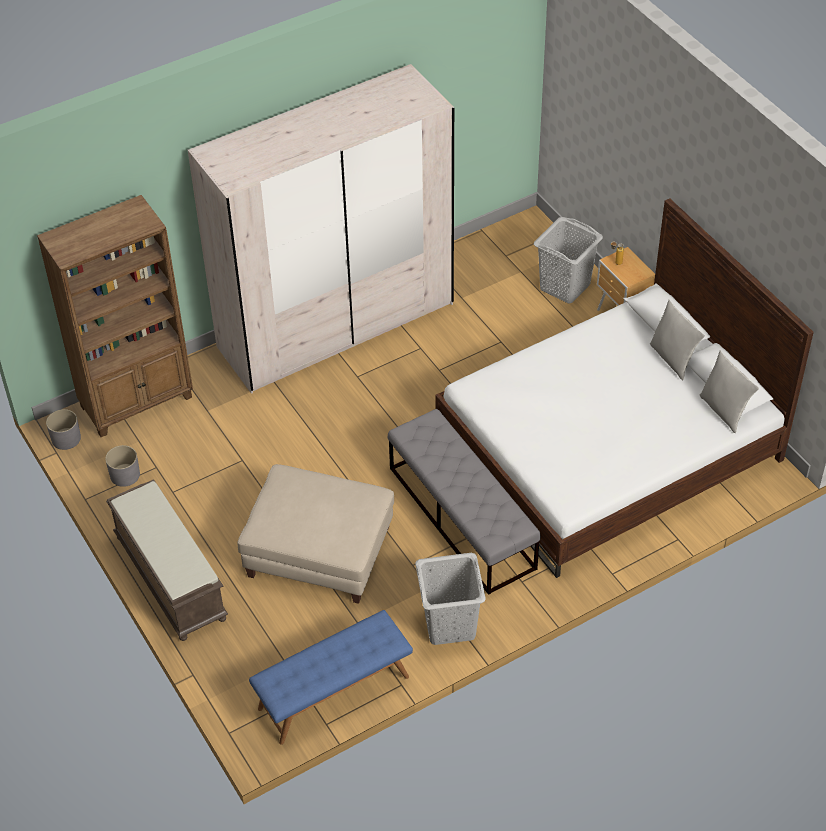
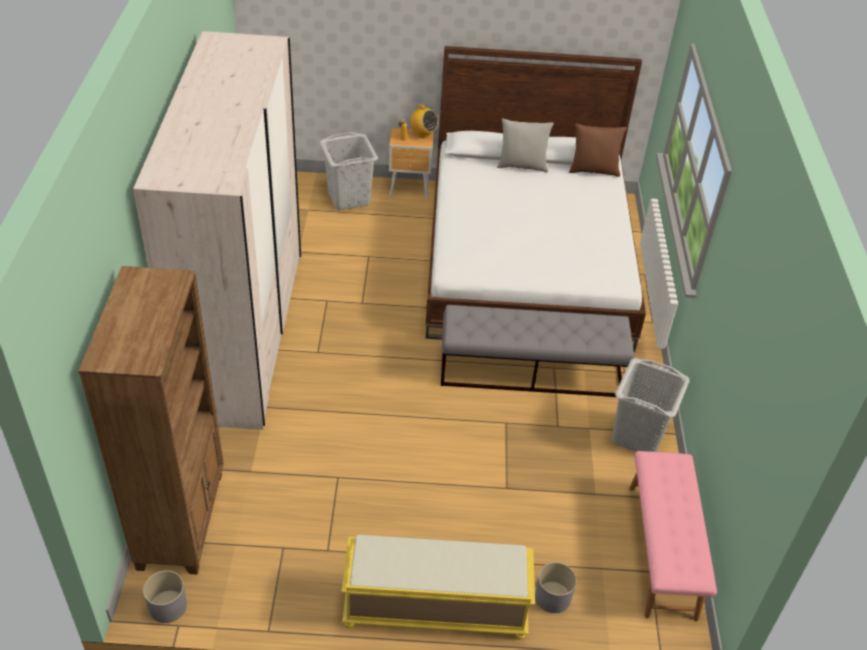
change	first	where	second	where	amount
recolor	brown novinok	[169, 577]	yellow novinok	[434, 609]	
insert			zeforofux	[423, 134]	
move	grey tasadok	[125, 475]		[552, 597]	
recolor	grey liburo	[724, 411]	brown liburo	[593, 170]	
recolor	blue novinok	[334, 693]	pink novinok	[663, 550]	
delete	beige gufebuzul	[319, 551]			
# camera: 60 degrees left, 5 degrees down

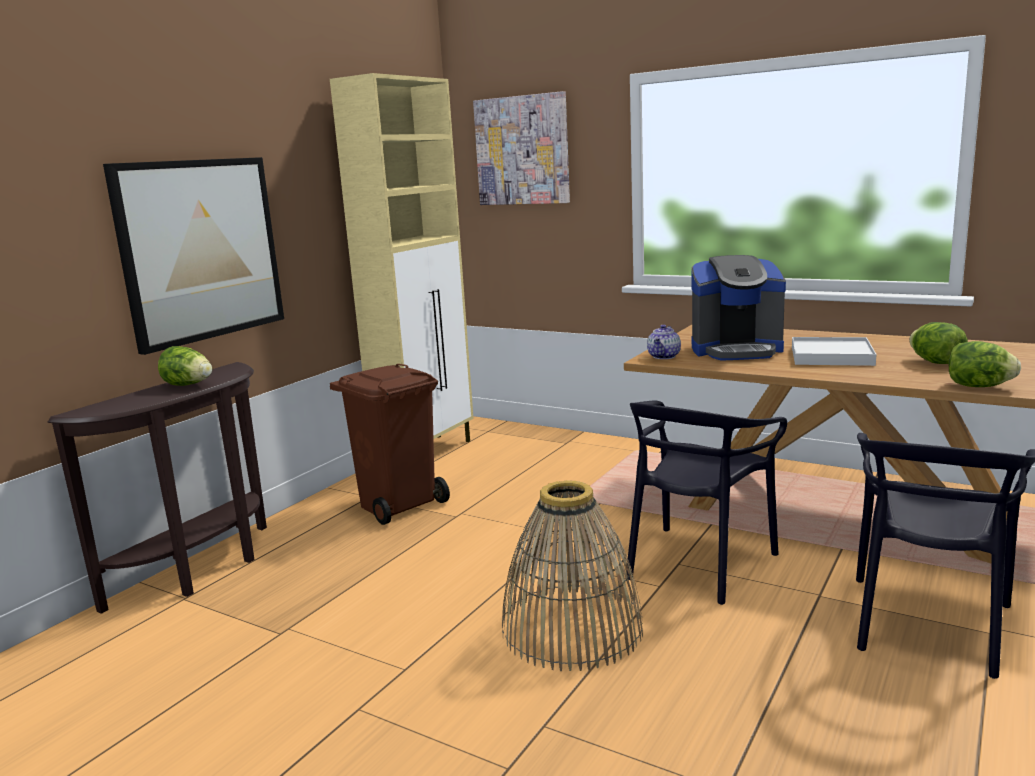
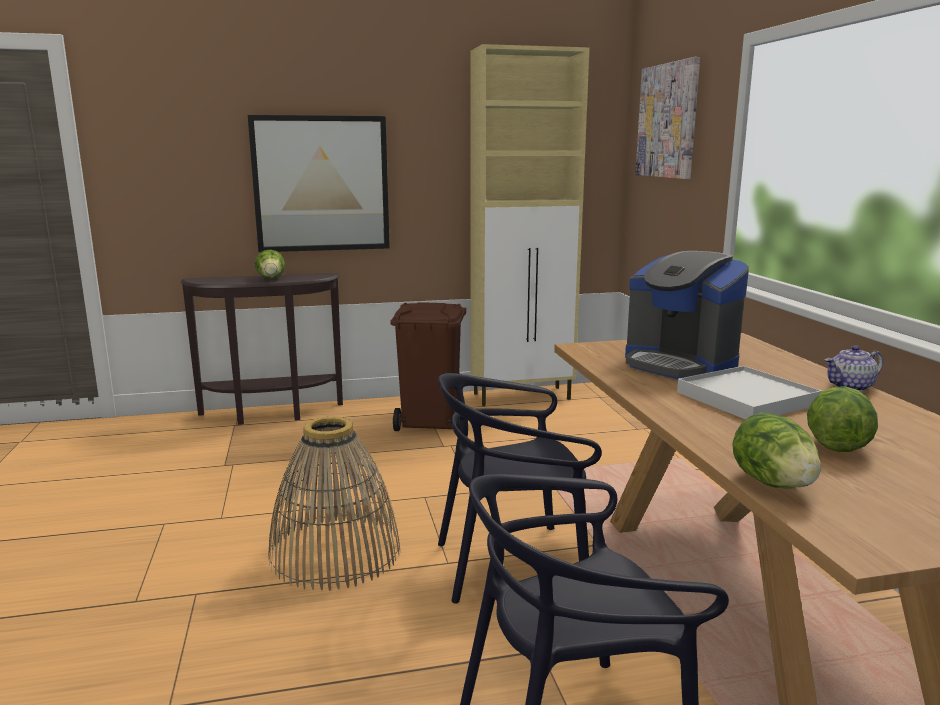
change	first	where	second	where	amount
move	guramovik	[664, 356]		[850, 387]	
# camera: 45 degrees right, 0 degrees up

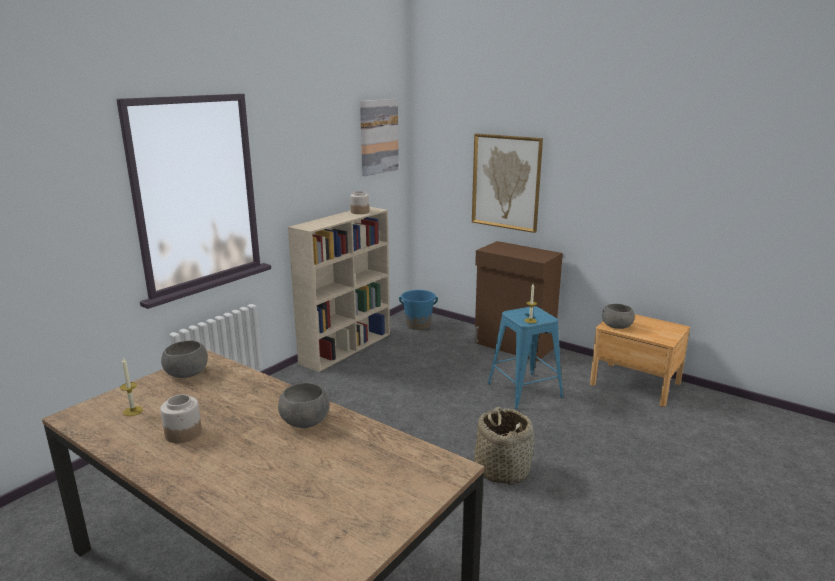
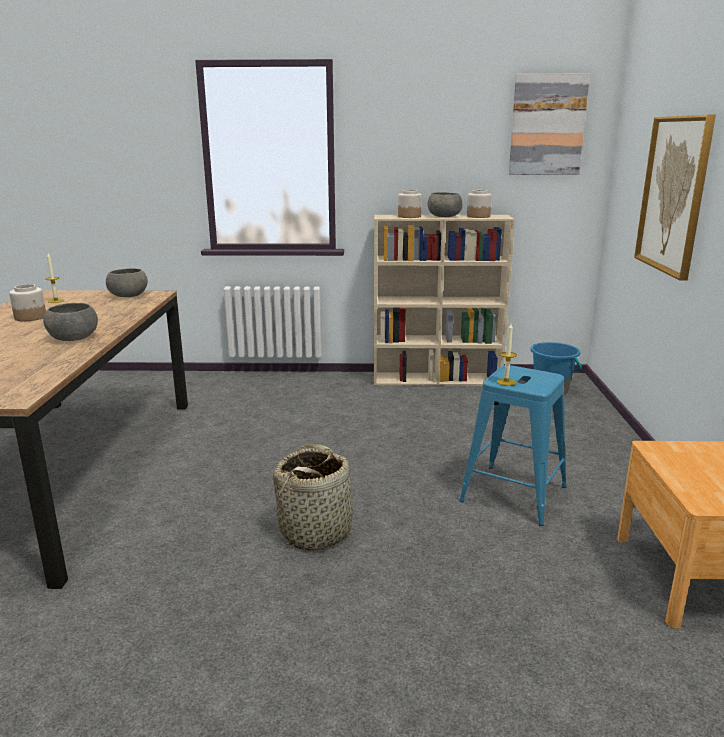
change	first	where	second	where	amount
insert			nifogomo	[409, 216]	
move	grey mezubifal	[617, 326]		[444, 216]	
delete	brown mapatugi	[514, 346]			
# camera: 55 degrees right, 0 degrees up

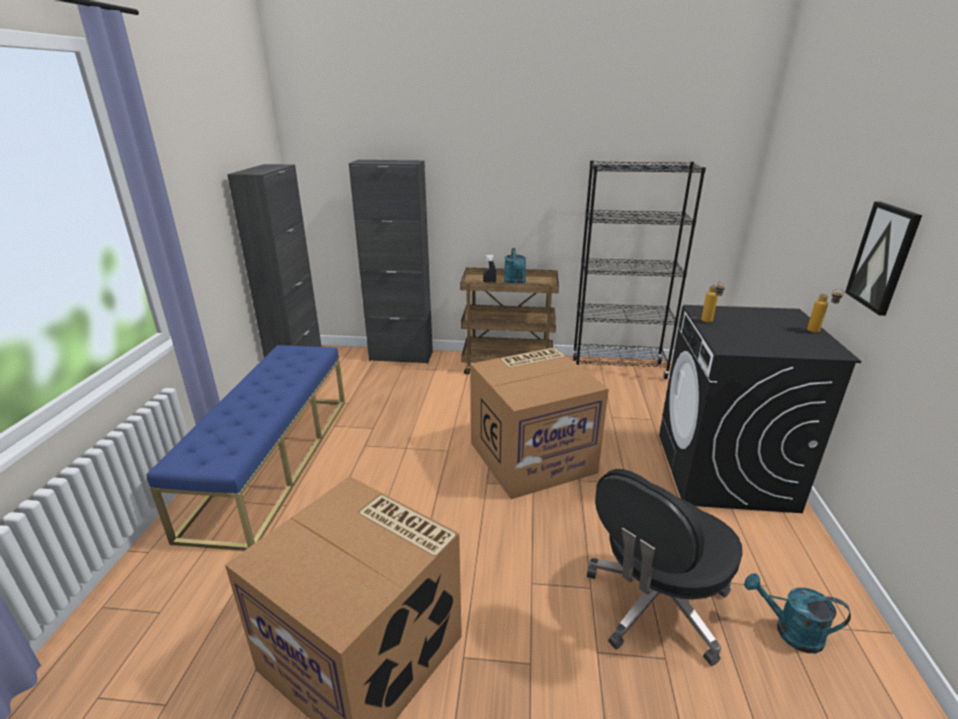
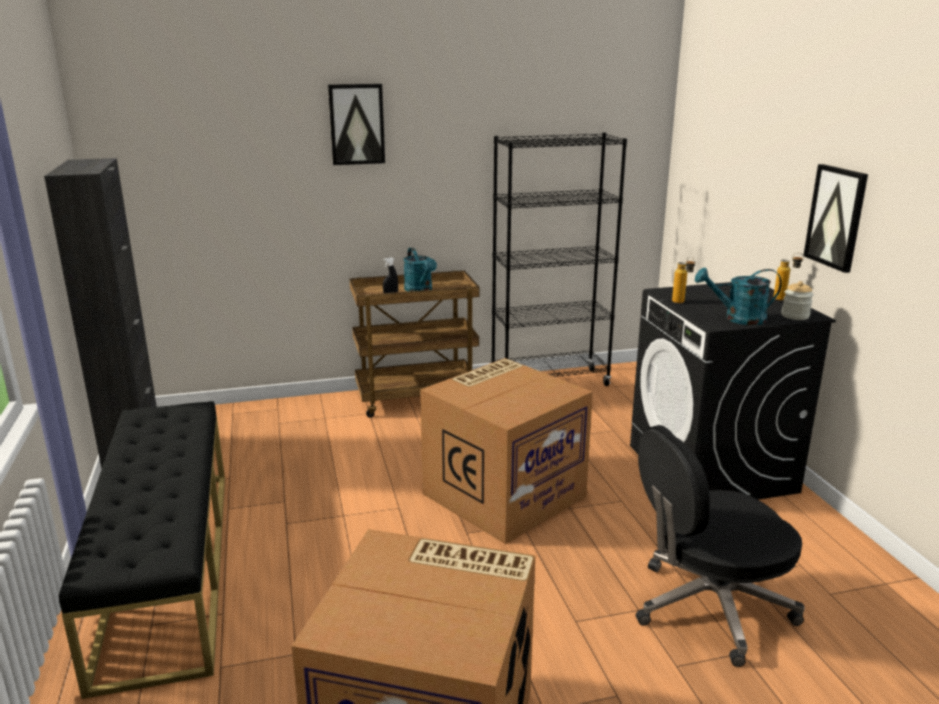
change	first	where	second	where	amount
recolor	blue novinok	[273, 460]	black novinok	[167, 566]	
insert			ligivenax	[356, 124]	
rotate	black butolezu	[655, 604]		[708, 608]	45 degrees clockwise
move	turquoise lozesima	[790, 631]		[737, 319]	
insert			nifogomo	[795, 316]	
delete	black mapatugi	[401, 356]			
# camera: 20 degrees left, 5 degrees down

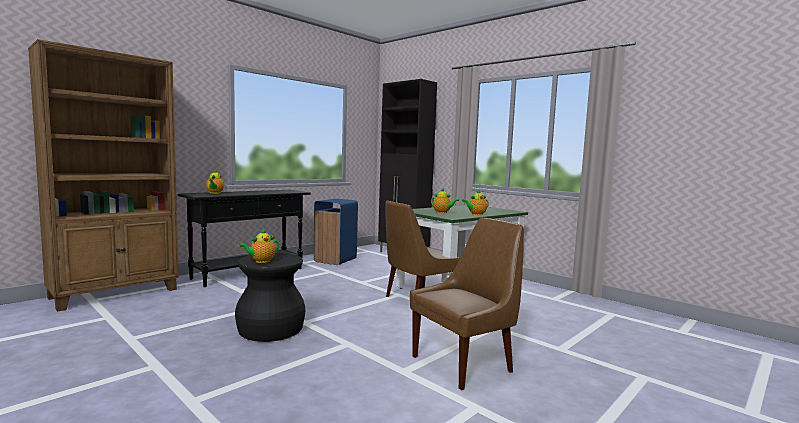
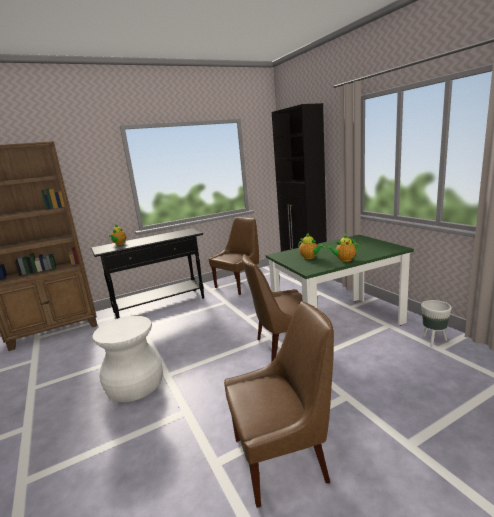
change	first	where	second	where	amount
recolor	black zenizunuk	[270, 330]	white zenizunuk	[134, 385]	
replace	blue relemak	[336, 260]	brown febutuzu	[239, 285]	
insert			white tasadok	[433, 341]	
delete	guramovik	[261, 261]			
# camera: 20 degrees right, 10 degrees up

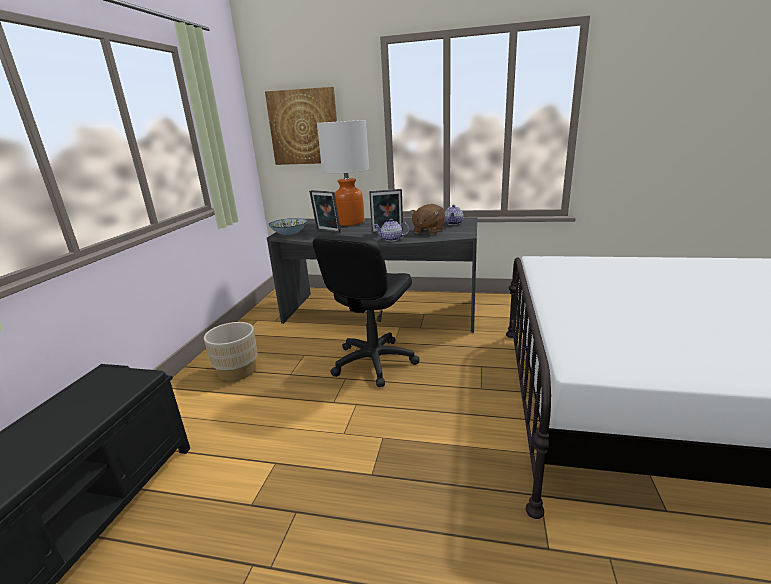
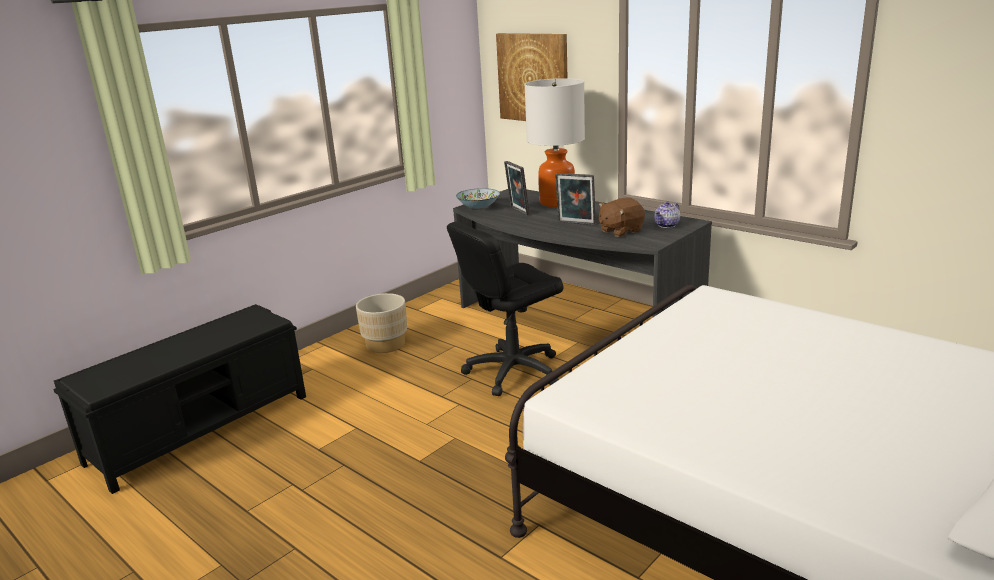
change	first	where	second	where	amount
delete	guramovik	[392, 239]			
# camera: 30 degrees right, 0 degrees up

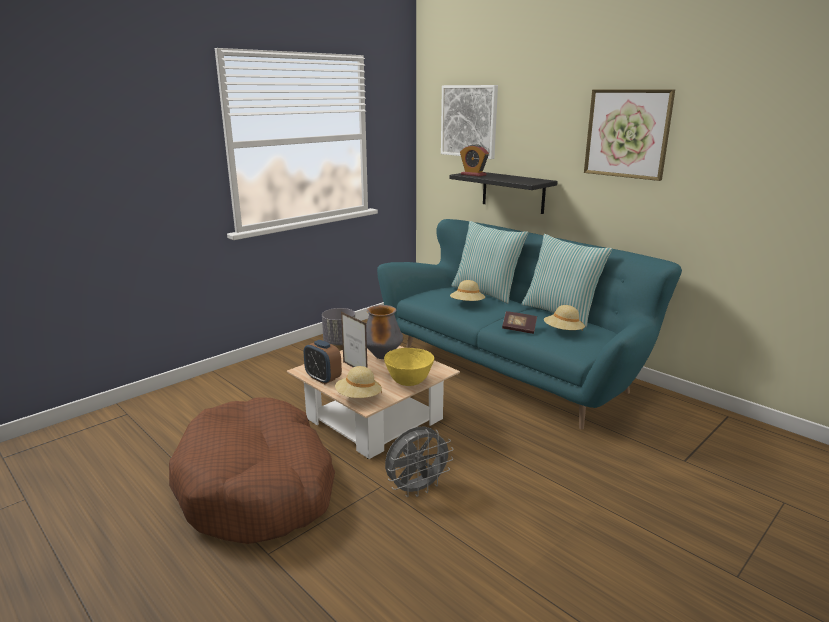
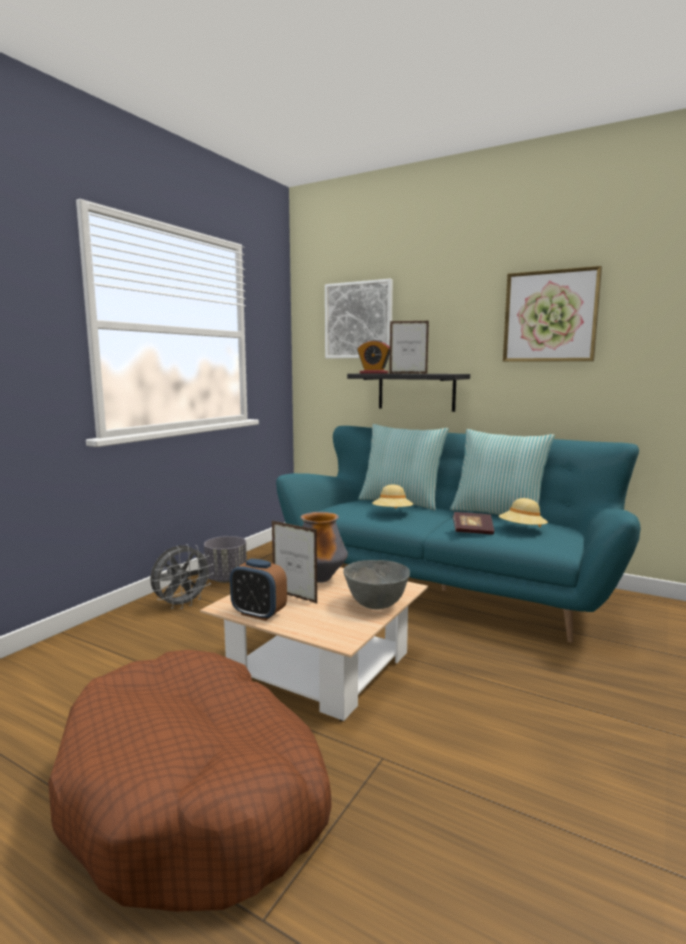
change	first	where	second	where	amount
move	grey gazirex	[417, 489]		[182, 604]	
recolor	yellow mezubifal	[409, 382]	grey mezubifal	[376, 605]	
insert			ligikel	[408, 373]	
delete	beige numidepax	[358, 397]			
# camera: 15 degrees left, 10 degrees down

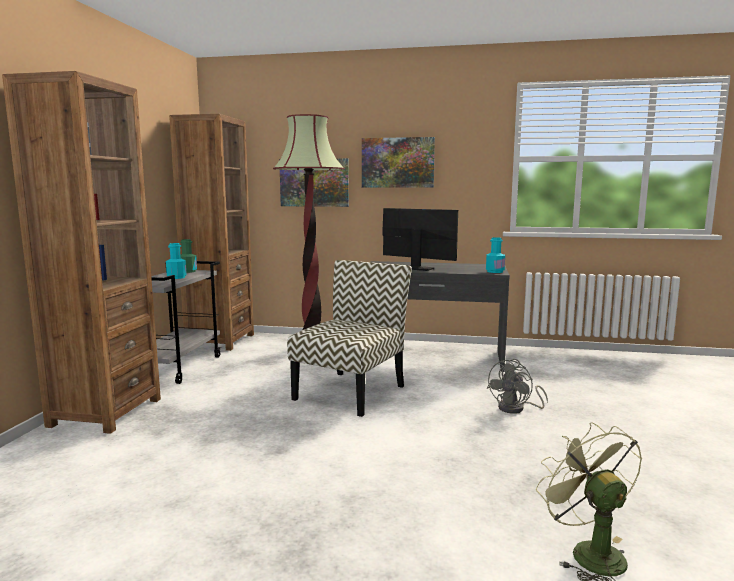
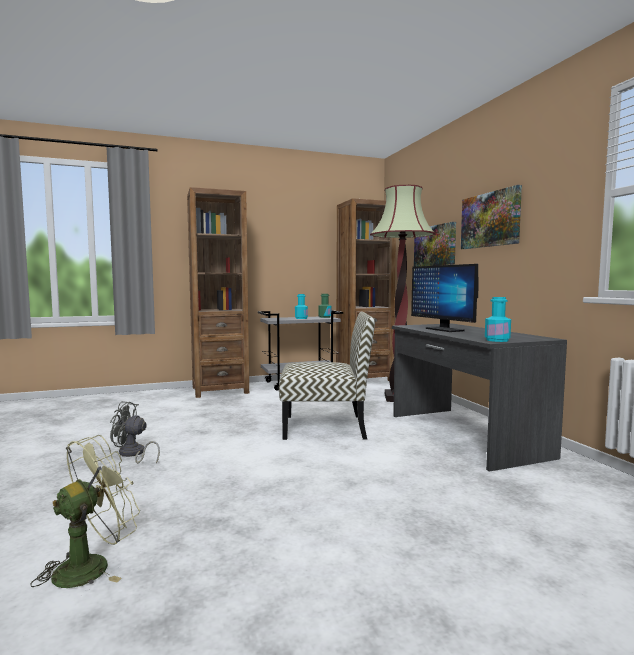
change	first	where	second	where	amount
move	grey gazirex	[516, 408]		[133, 454]	
rotate	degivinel	[416, 268]		[444, 329]	150 degrees clockwise
# camera: 60 degrees right, 5 degrees down

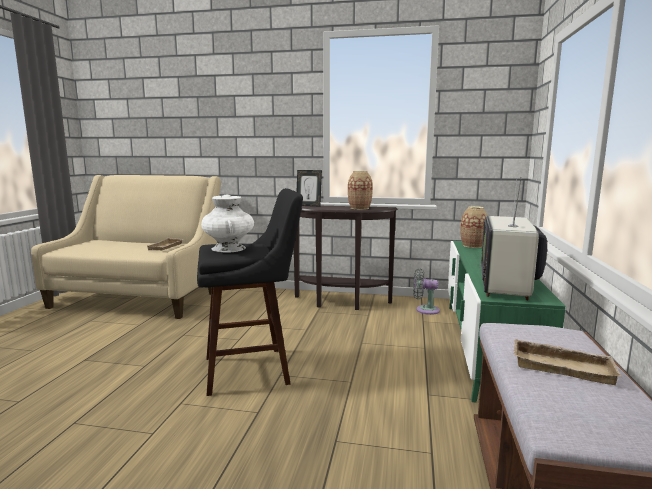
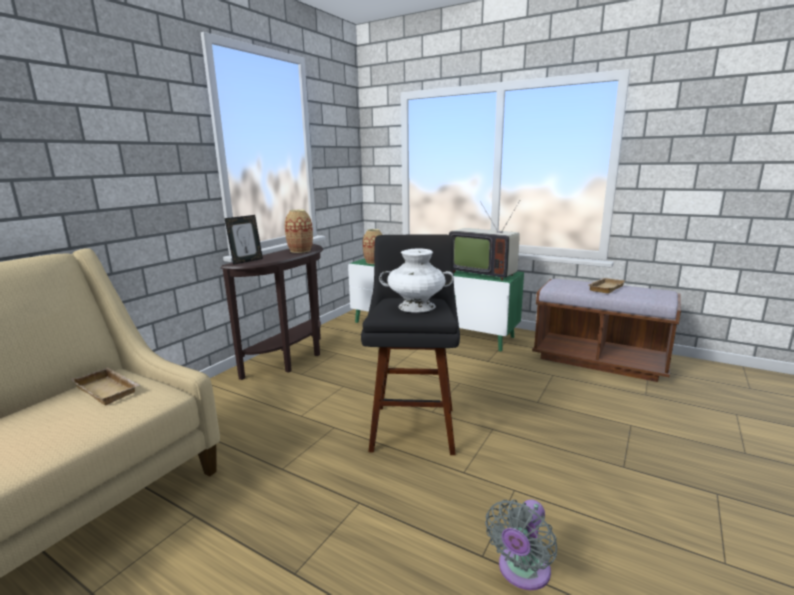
change	first	where	second	where	amount
move	grey gazirex	[425, 310]		[521, 572]	
# camera: 70 degrees left, 5 degrees up

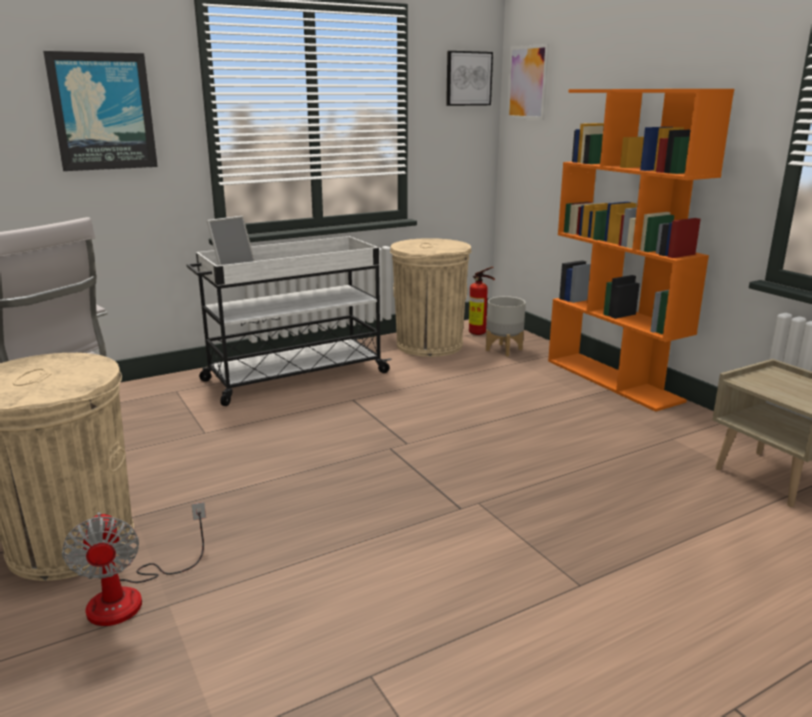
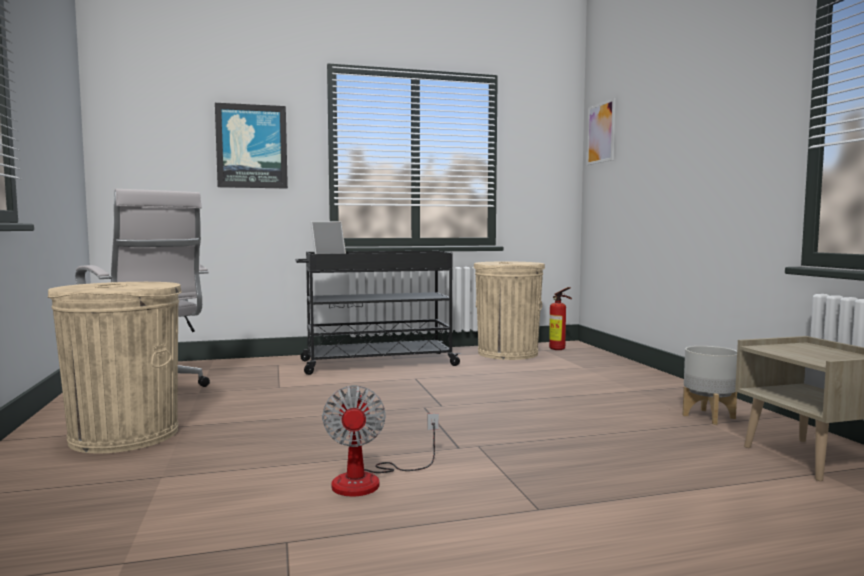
change	first	where	second	where	amount
recolor	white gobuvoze	[293, 377]	black gobuvoze	[376, 363]	
move	gazirex	[132, 595]		[370, 480]	
move	grey tasadok	[504, 350]		[709, 416]	
delete	ligivenax	[468, 78]			
delete	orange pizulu	[613, 380]			
# camera: 15 degrees right, 15 degrees down

